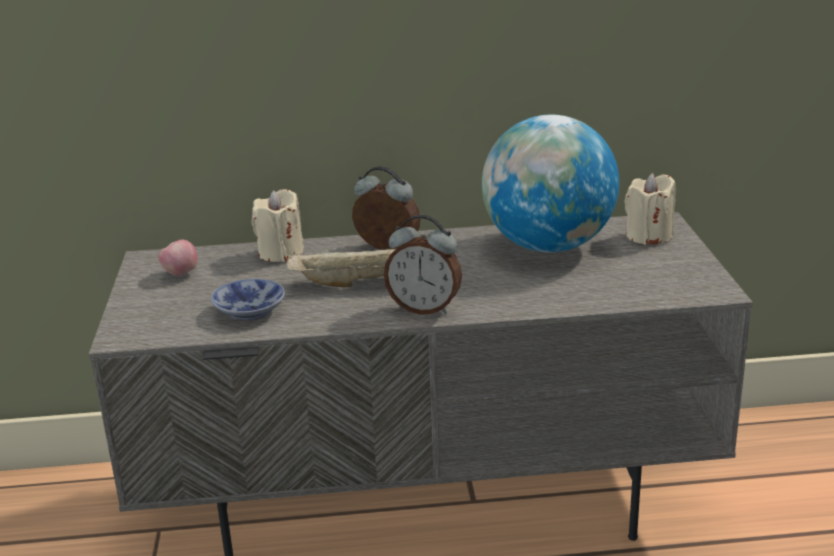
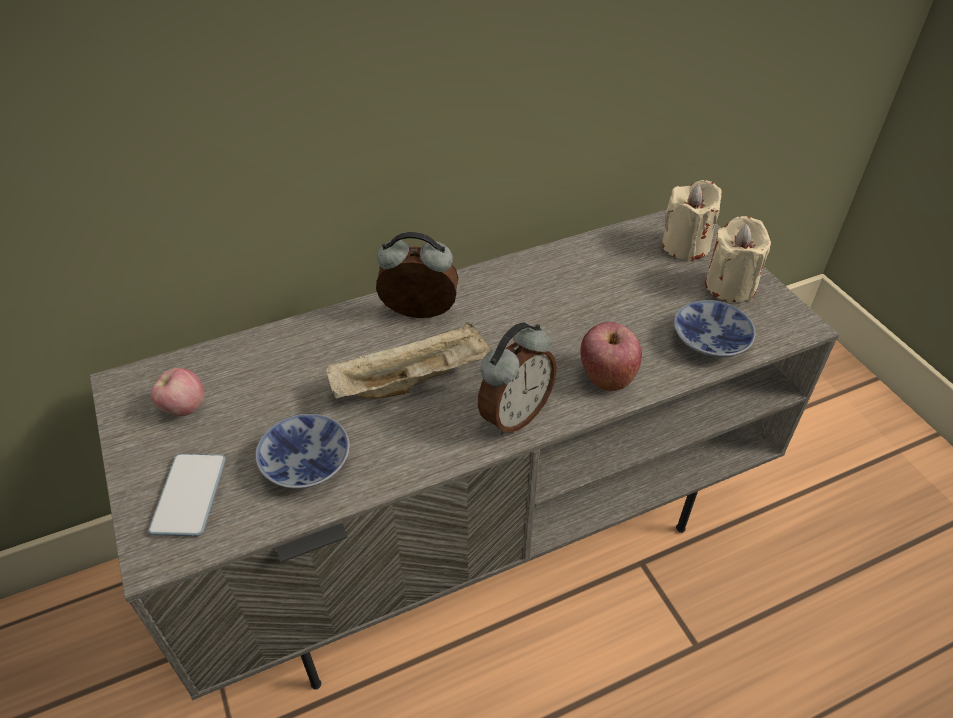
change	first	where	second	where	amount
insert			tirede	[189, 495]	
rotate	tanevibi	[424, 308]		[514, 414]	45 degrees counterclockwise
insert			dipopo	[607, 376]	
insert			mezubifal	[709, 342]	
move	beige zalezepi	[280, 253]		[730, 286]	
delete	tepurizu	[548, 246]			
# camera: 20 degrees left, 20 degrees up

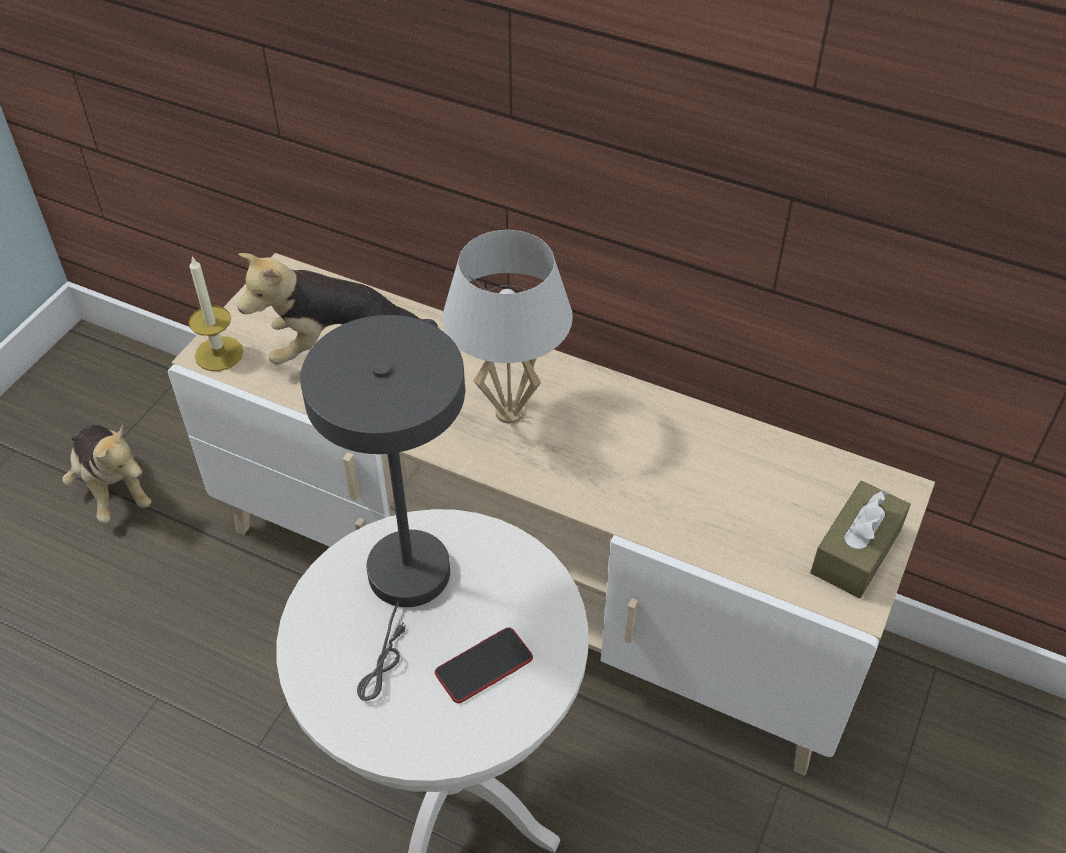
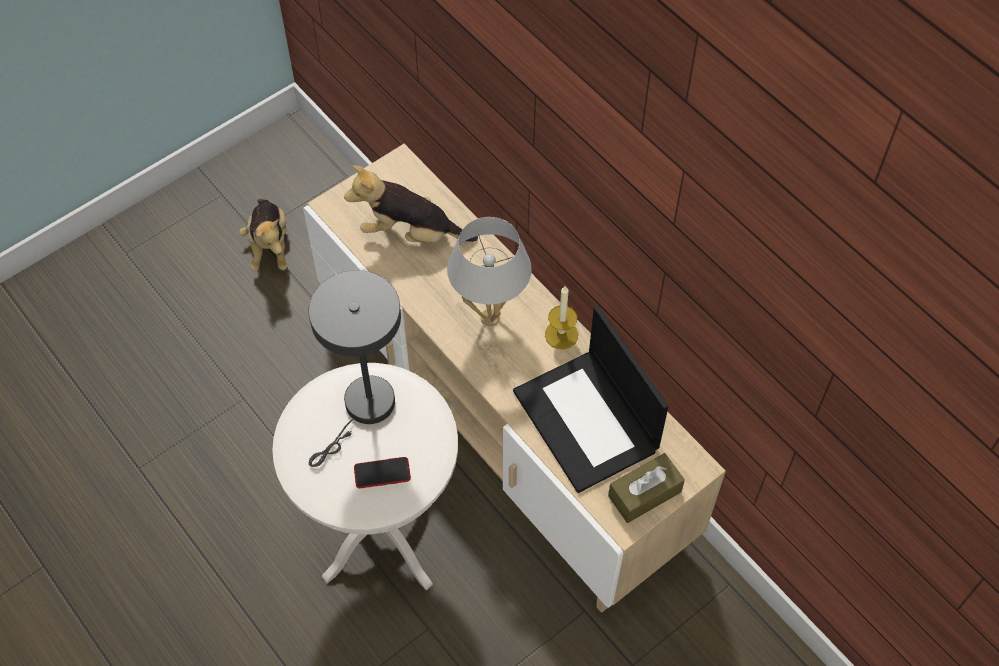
change	first	where	second	where	amount
insert			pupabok	[587, 421]	
move	zalezepi	[219, 354]		[561, 334]	
# camera: 25 degrees right, 10 degrees up

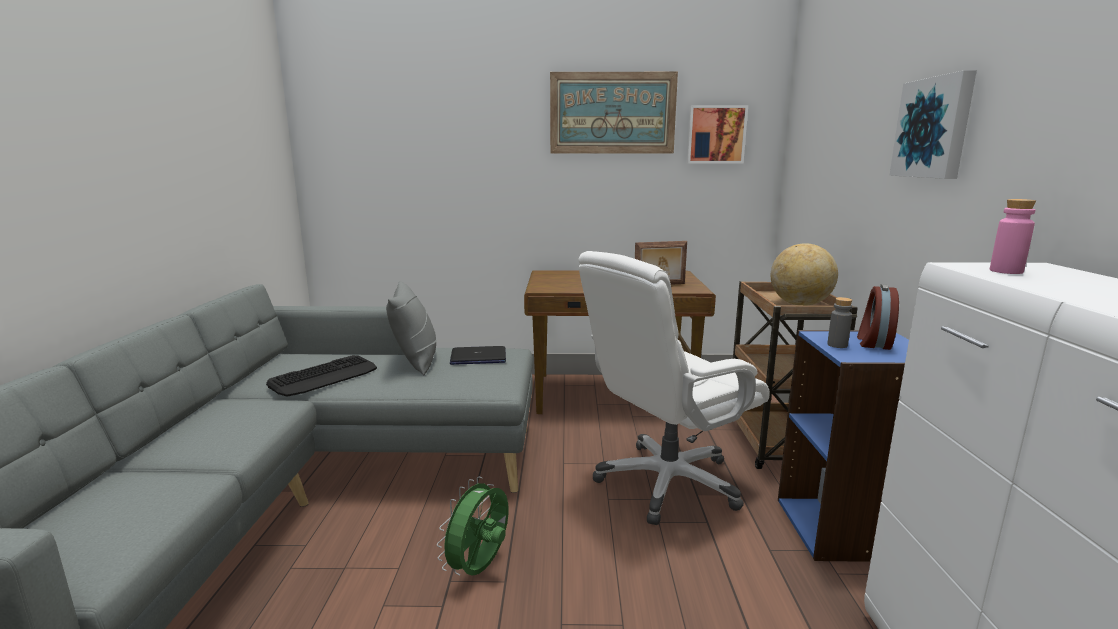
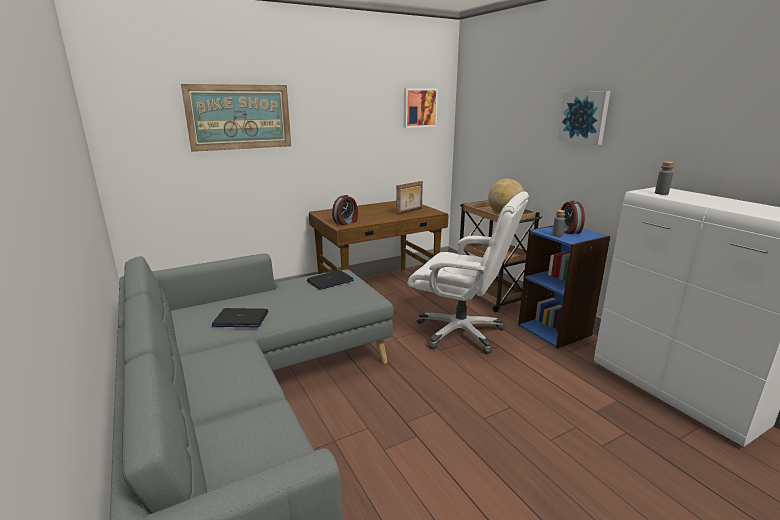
change	first	where	second	where	amount
move	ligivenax	[612, 113]		[239, 117]	
replace	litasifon	[324, 377]	pupabok	[240, 319]	
insert			tanevibi	[346, 222]	
rotate	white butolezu	[667, 483]		[461, 332]	90 degrees counterclockwise
recolor	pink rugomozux	[1006, 271]	grey rugomozux	[661, 193]	
delete	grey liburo	[416, 361]			
delete	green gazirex	[480, 569]			
# camera: 30 degrees left, 5 degrees up

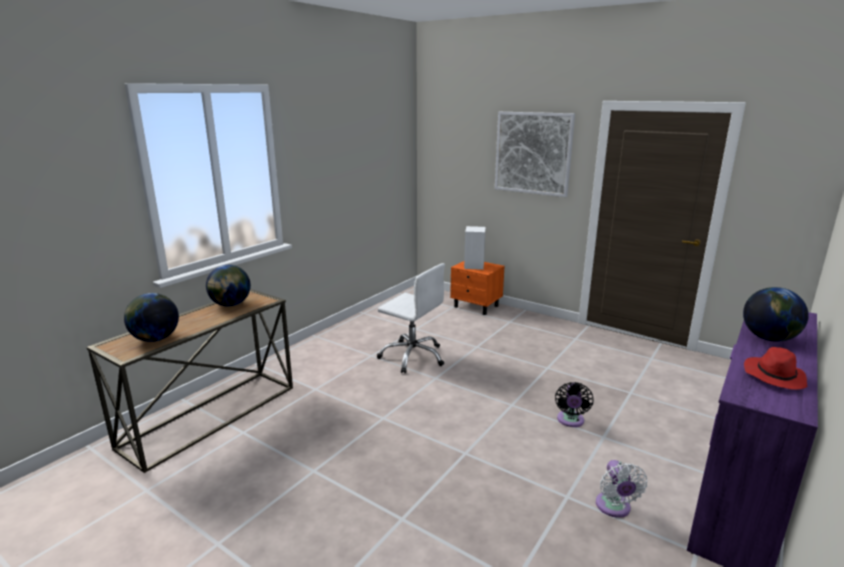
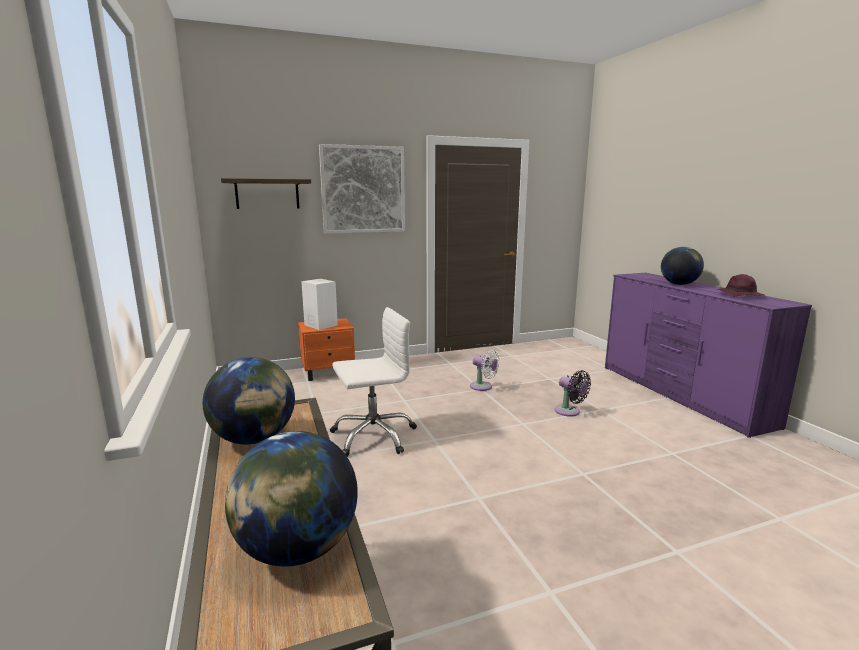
change	first	where	second	where	amount
insert			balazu	[267, 194]	
move	white gazirex	[614, 508]		[483, 387]	
recolor	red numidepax	[774, 376]	purple numidepax	[739, 295]	
# camera: 55 degrees left, 5 degrees down

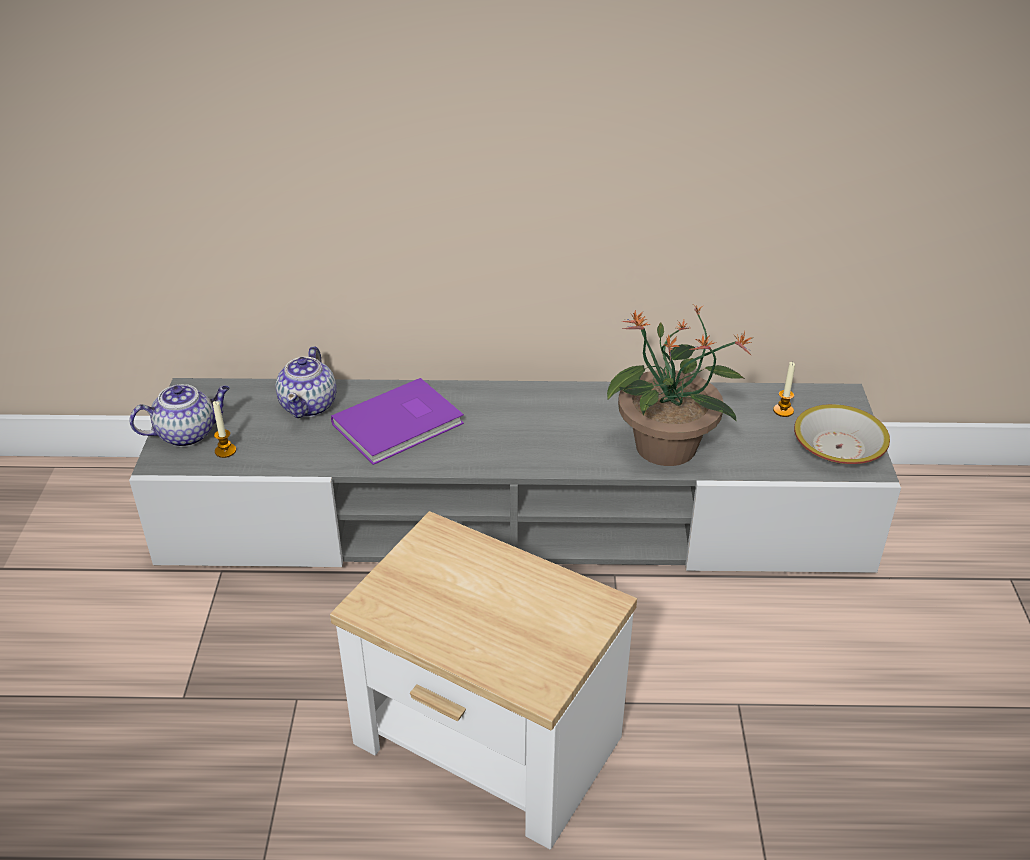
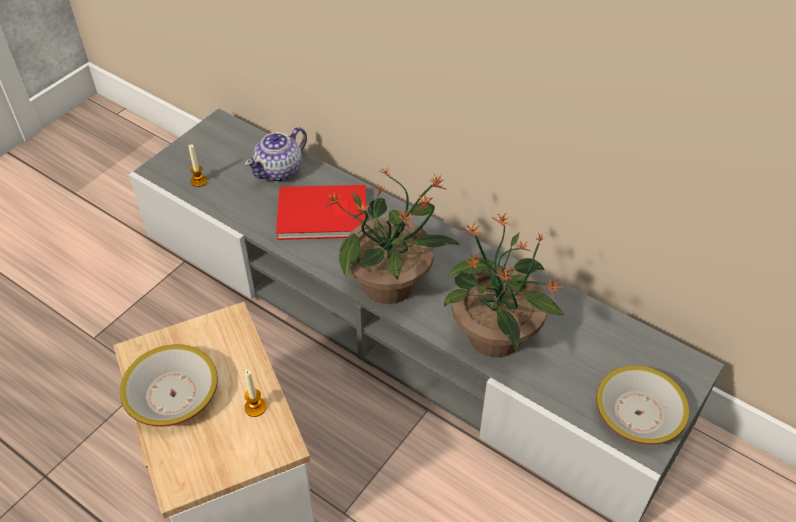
change	first	where	second	where	amount
insert			mezubifal	[173, 394]	
move	zalezepi	[783, 411]		[255, 407]	
recolor	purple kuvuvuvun	[401, 424]	red kuvuvuvun	[324, 216]	
insert			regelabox	[390, 284]	
delete	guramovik	[188, 433]			
# camera: 35 degrees right, 10 degrees up

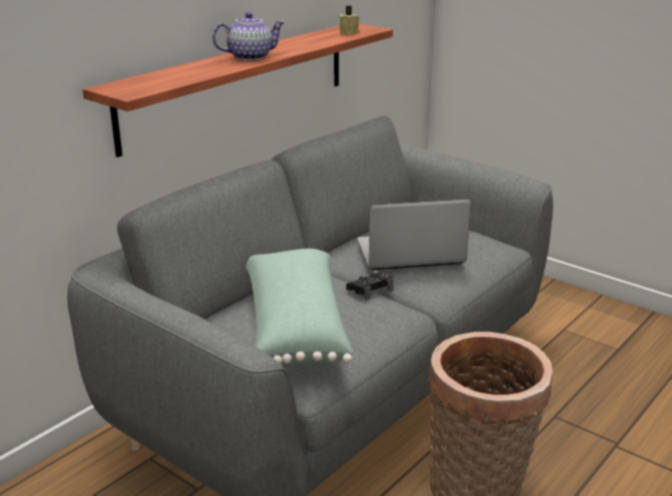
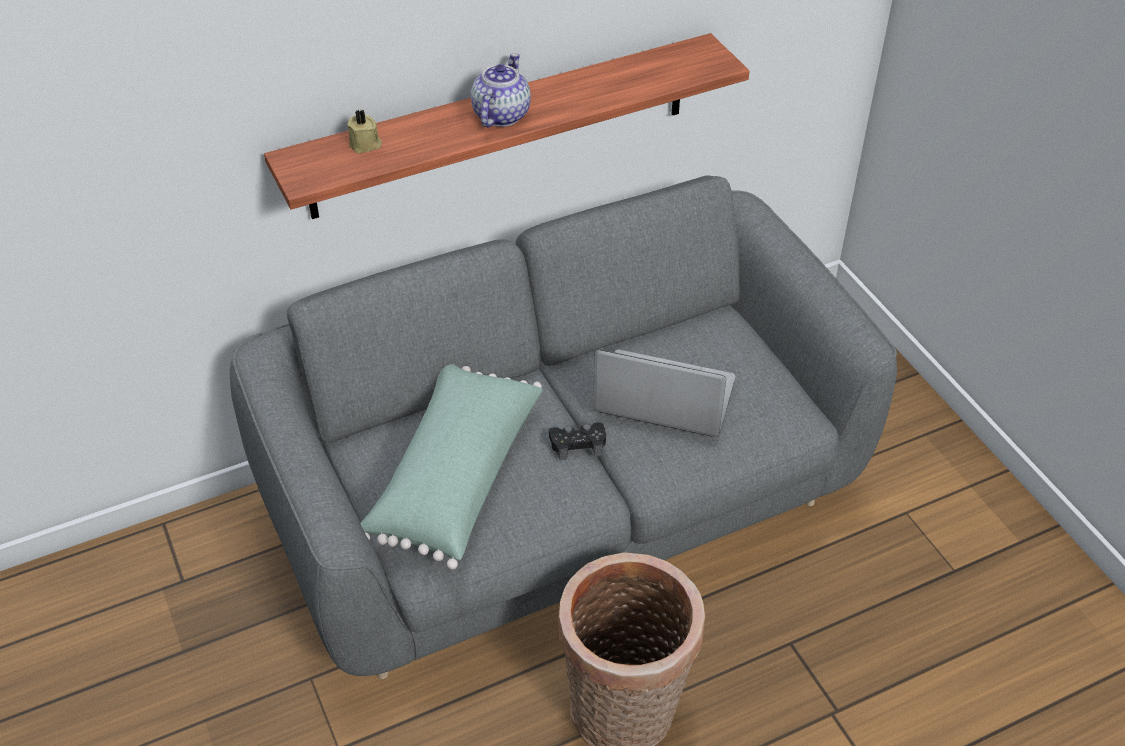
change	first	where	second	where	amount
move	beige zalezepi	[349, 32]		[365, 145]	
rotate	guramovik	[250, 57]		[500, 115]	75 degrees counterclockwise
# camera: 25 degrees right, 20 degrees up

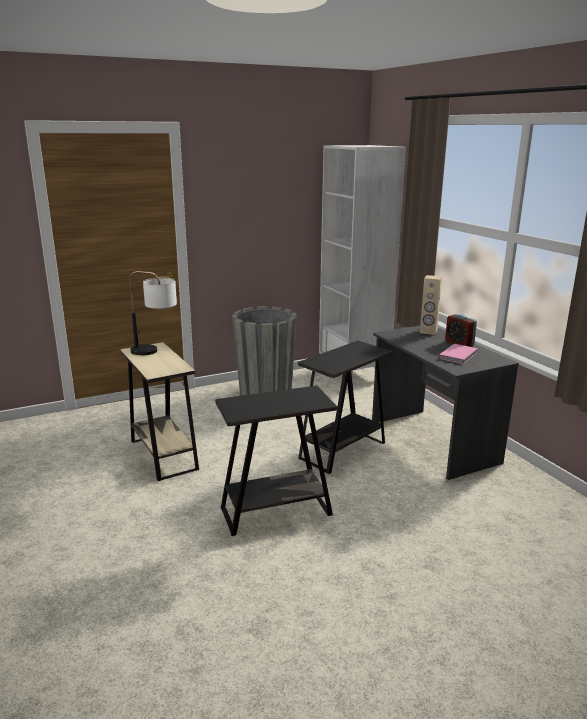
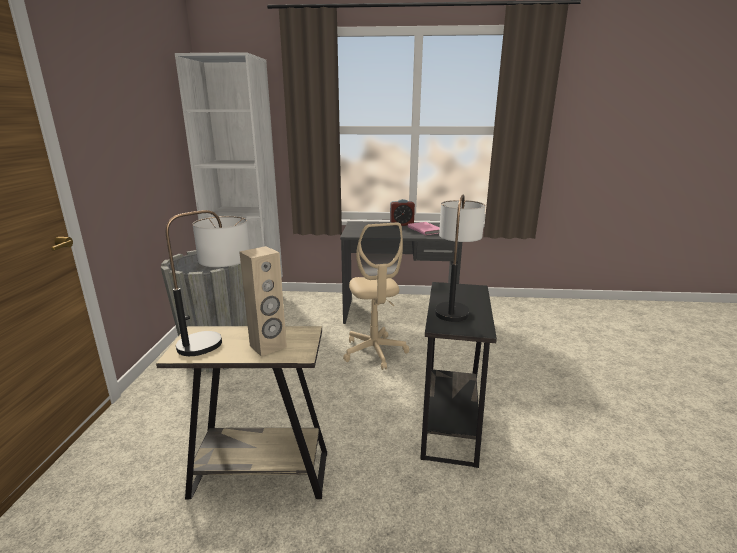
change	first	where	second	where	amount
move	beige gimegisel	[428, 332]		[268, 346]	
replace	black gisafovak	[342, 450]	beige butolezu	[374, 352]	
insert			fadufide	[454, 305]	
# camera: 60 degrees left, 0 degrees up

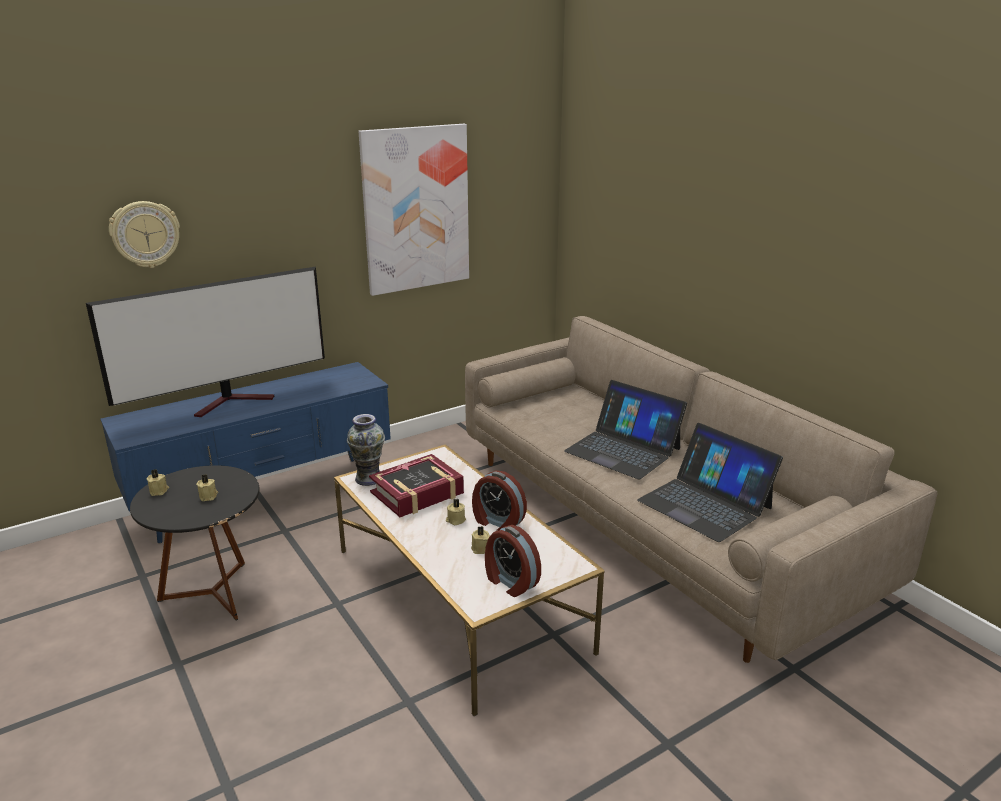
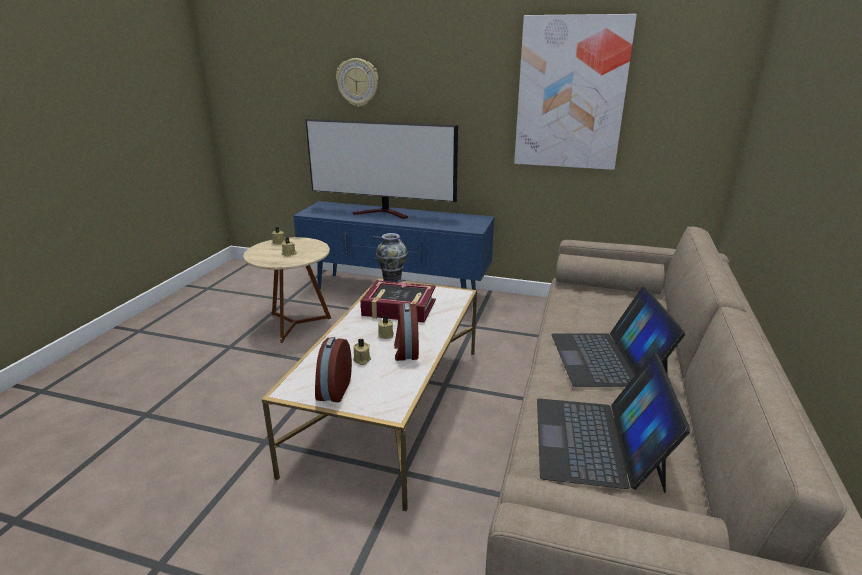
change	first	where	second	where	amount
recolor	black gisafovak	[214, 593]	beige gisafovak	[295, 324]	
# camera: 50 degrees right, 0 degrees up

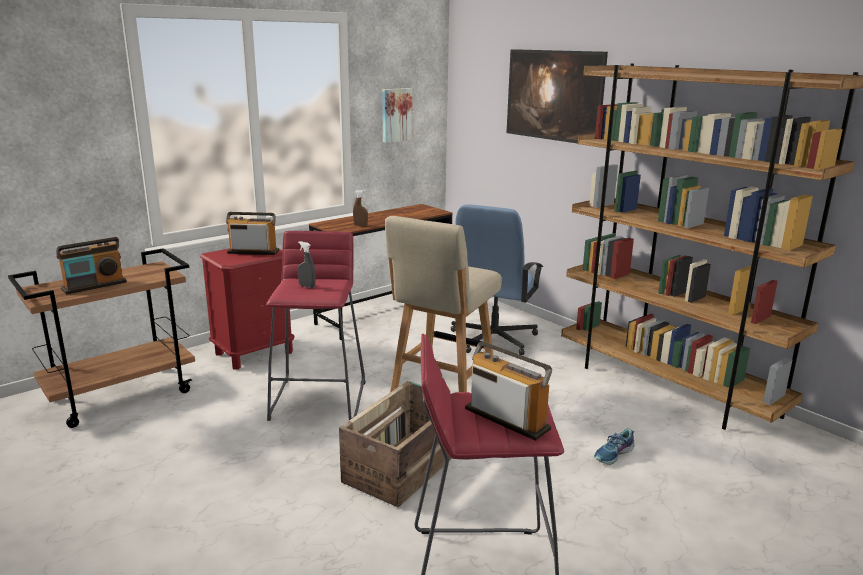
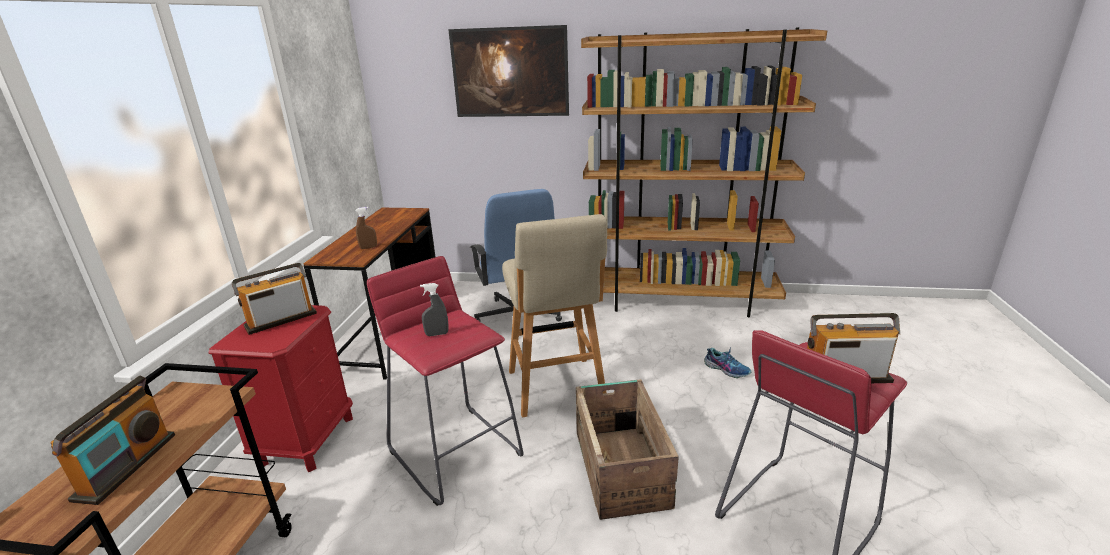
change	first	where	second	where	amount
rotate	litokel	[614, 454]		[726, 369]	60 degrees counterclockwise
delete	ligivenax	[396, 115]			
# camera: 40 degrees left, 5 degrees up

